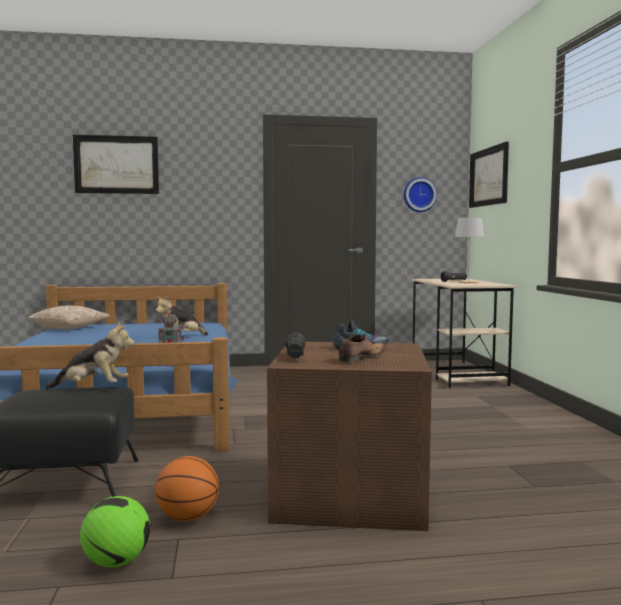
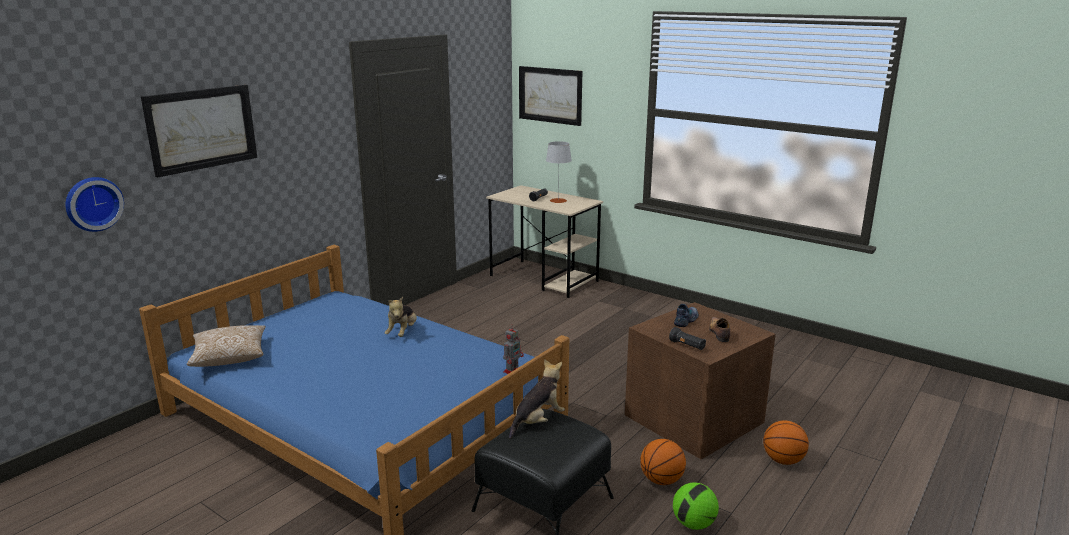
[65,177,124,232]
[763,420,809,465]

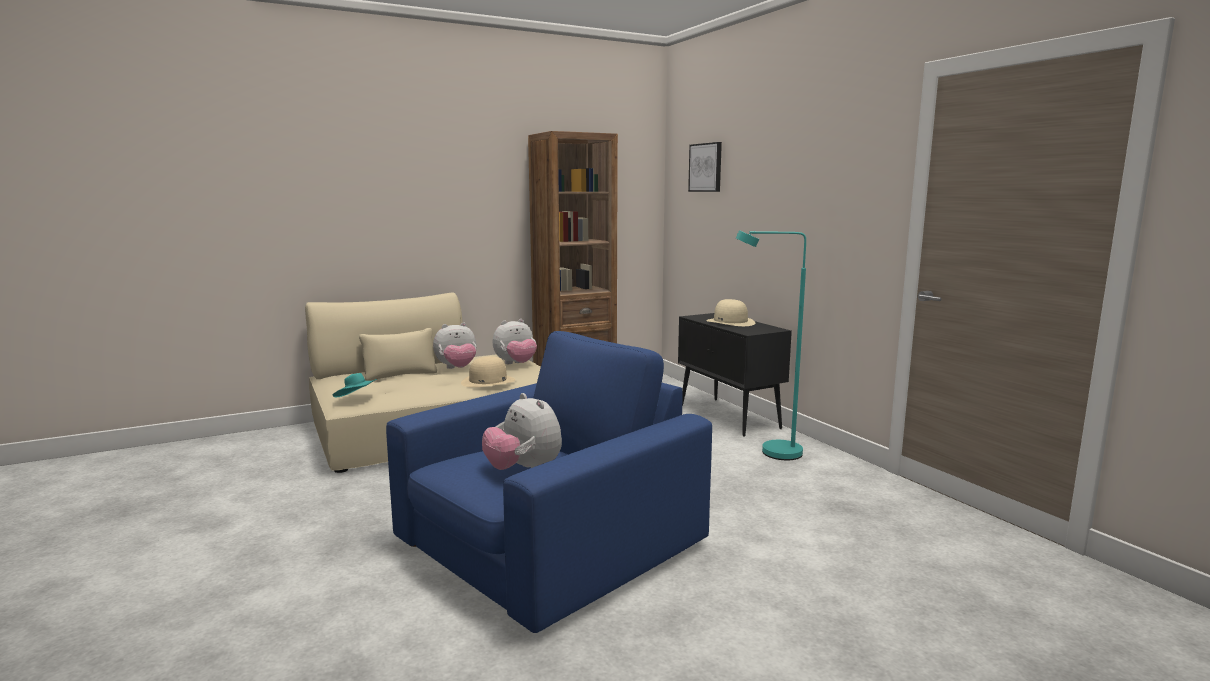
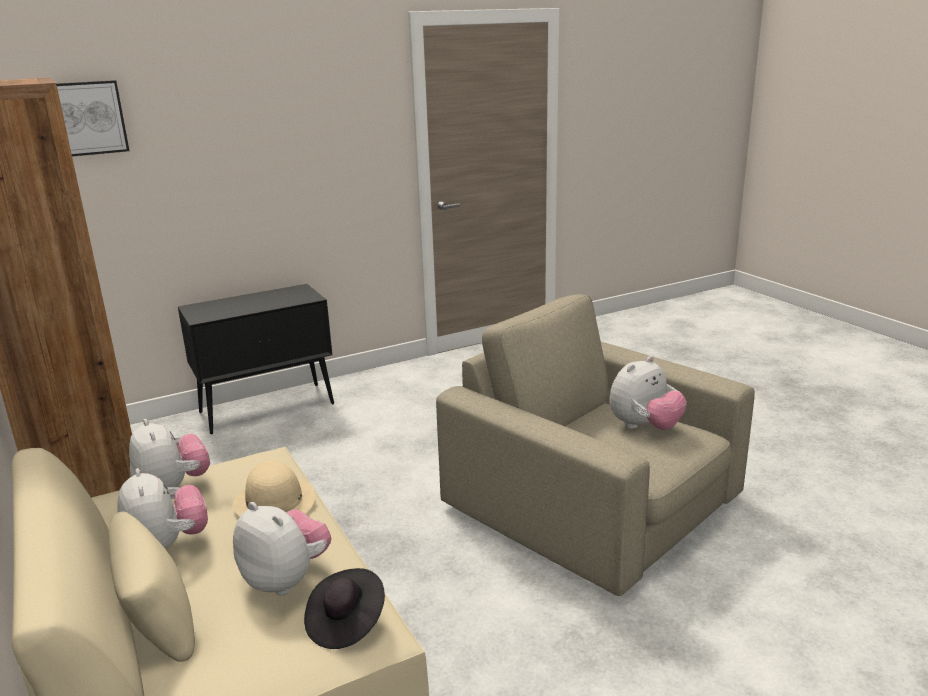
[233,502,331,595]
[304,568,385,649]
[436,294,755,596]
[706,299,755,326] (first image)
[736,230,806,460] (first image)

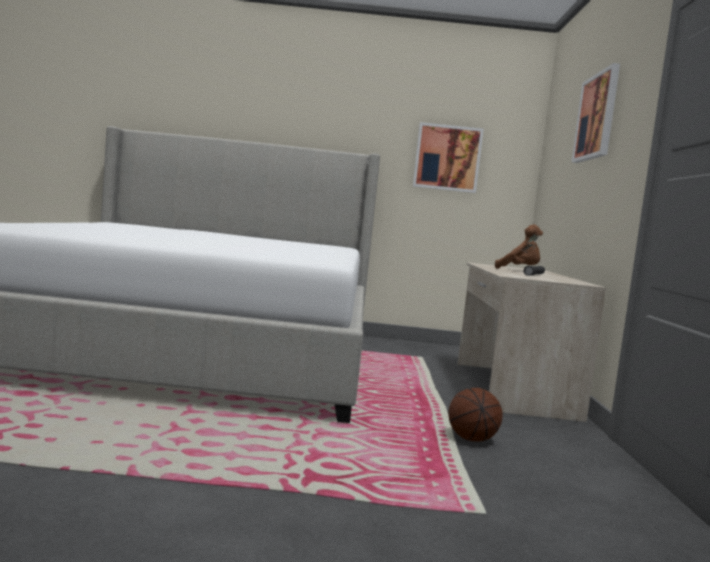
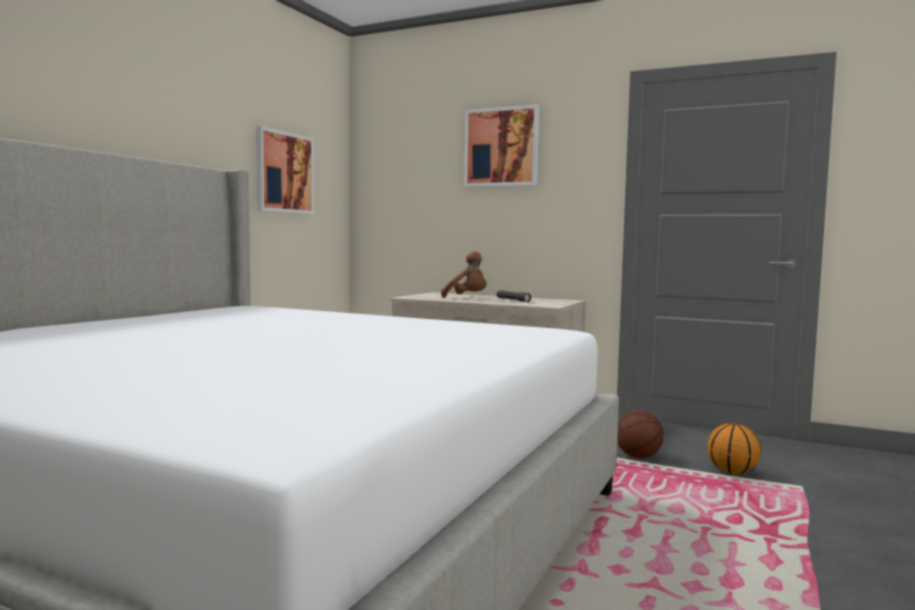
[441,251,487,298]
[707,423,761,474]

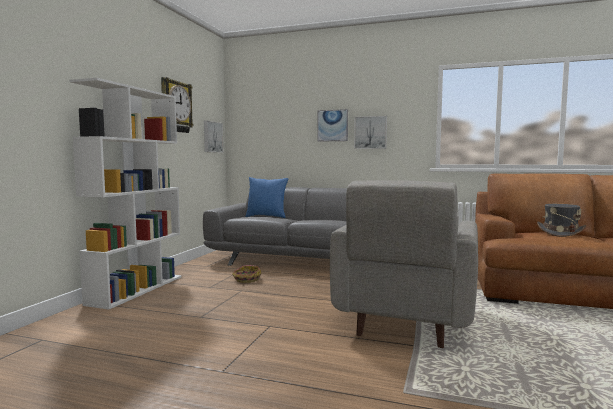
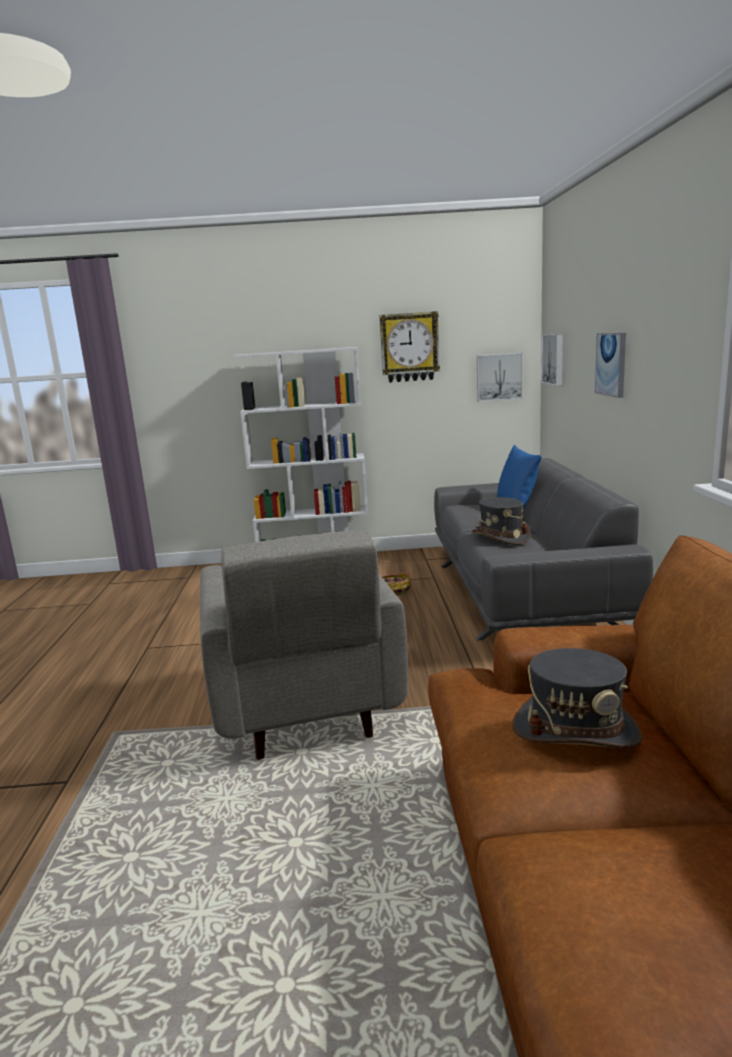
[200,530,408,760]
[472,497,531,545]
[541,334,563,386]

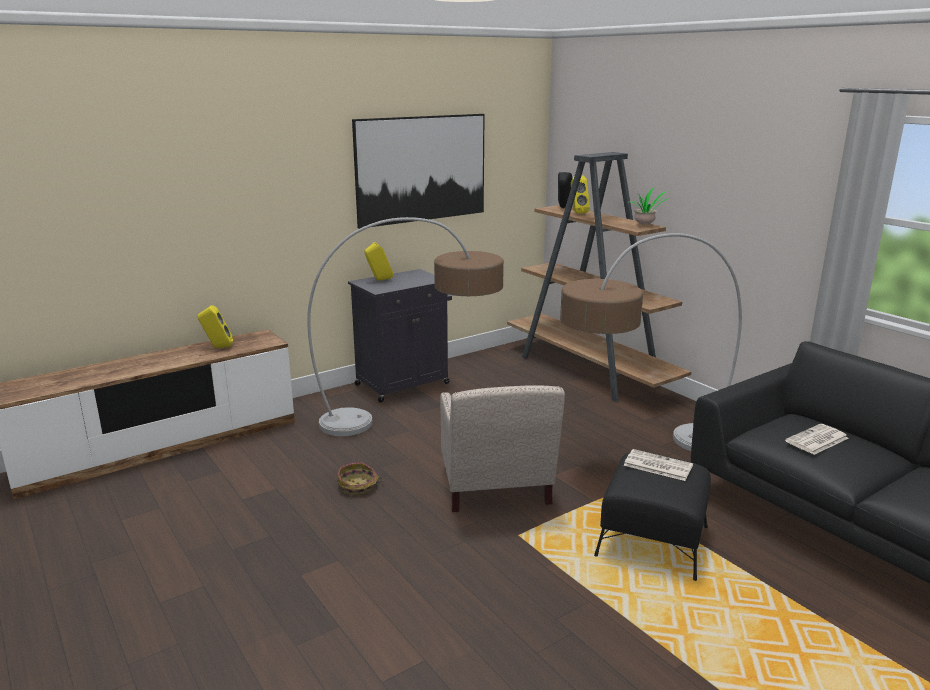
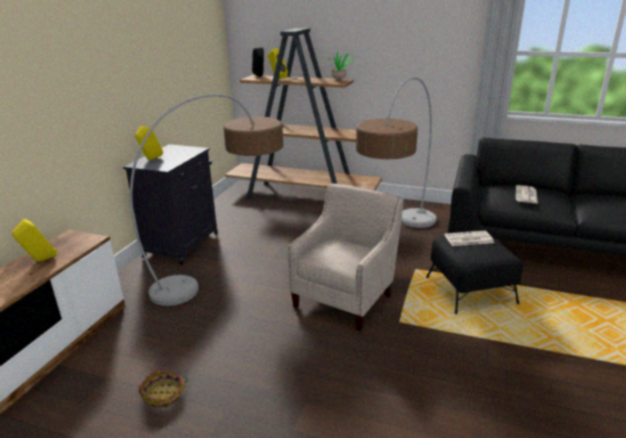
[138,370,188,409]
[287,183,404,331]
[352,114,485,229] (first image)

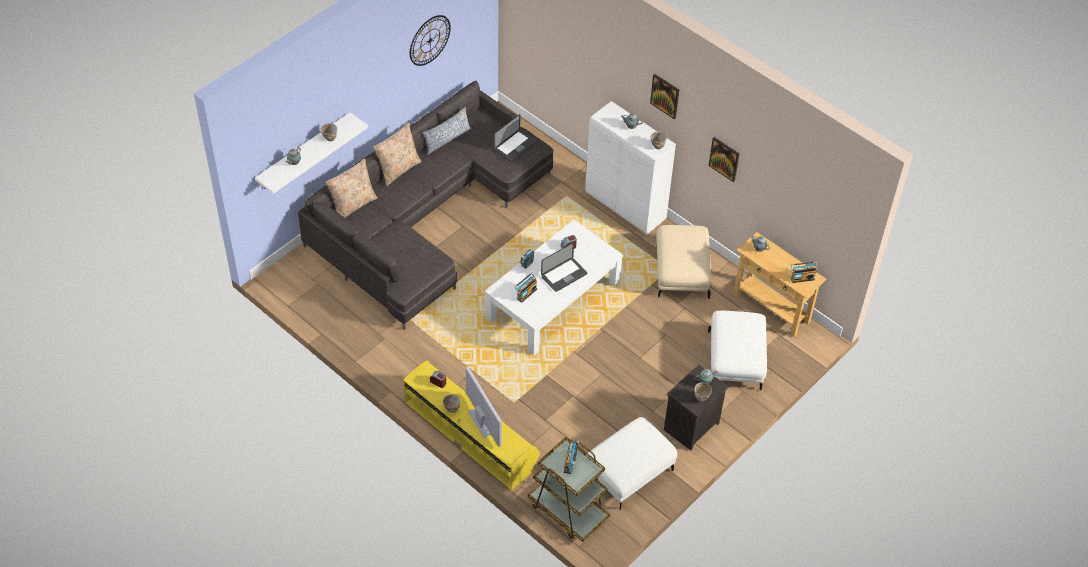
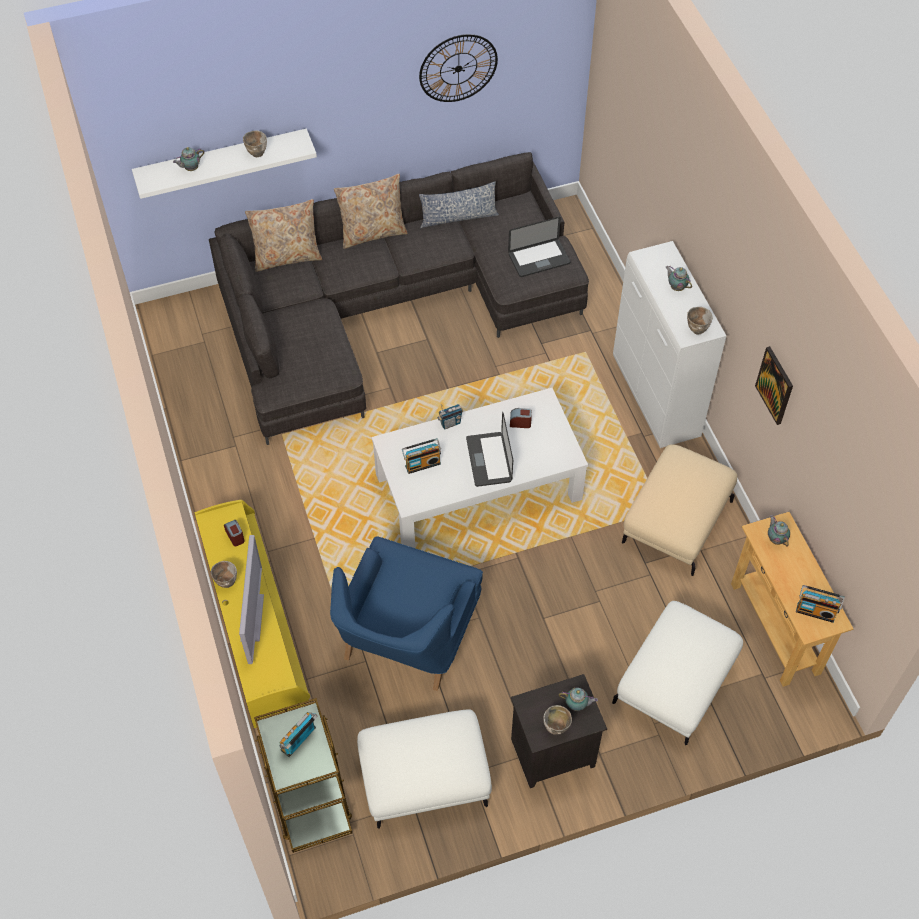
[330,536,483,691]
[466,411,513,487]
[650,74,679,119] (first image)

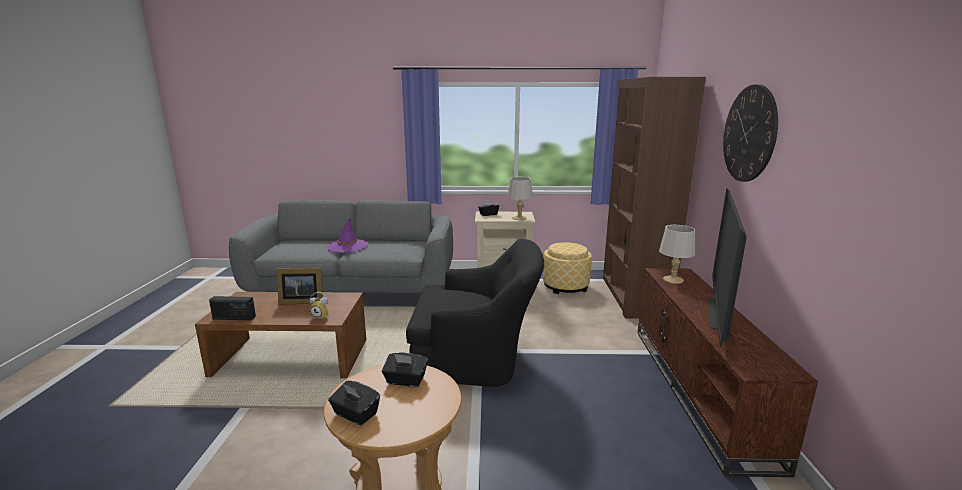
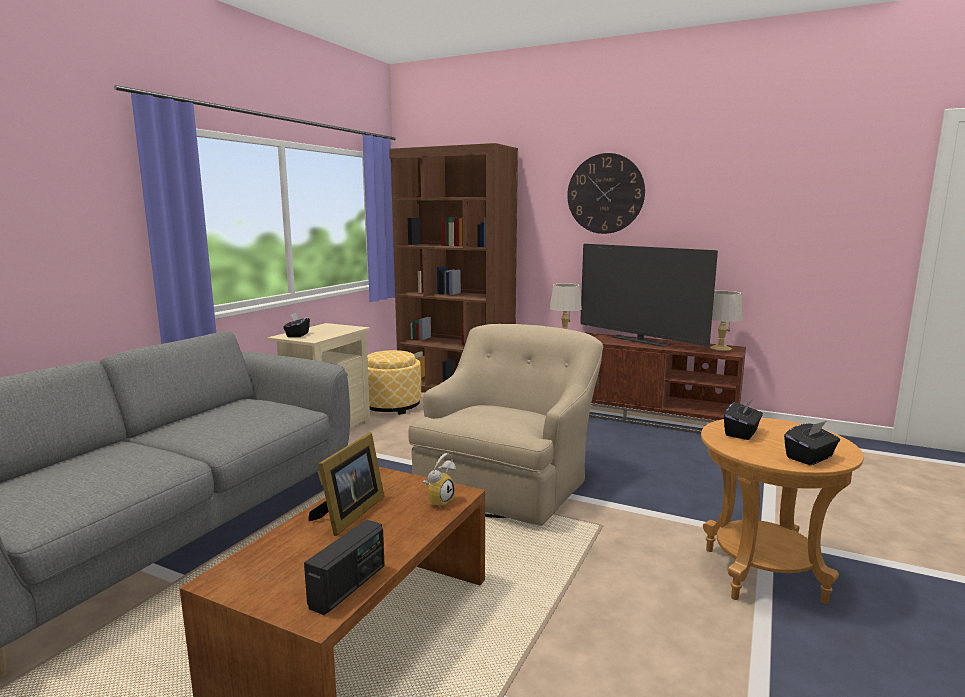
[408,324,603,526]
[710,291,743,351]
[327,219,368,253] (first image)

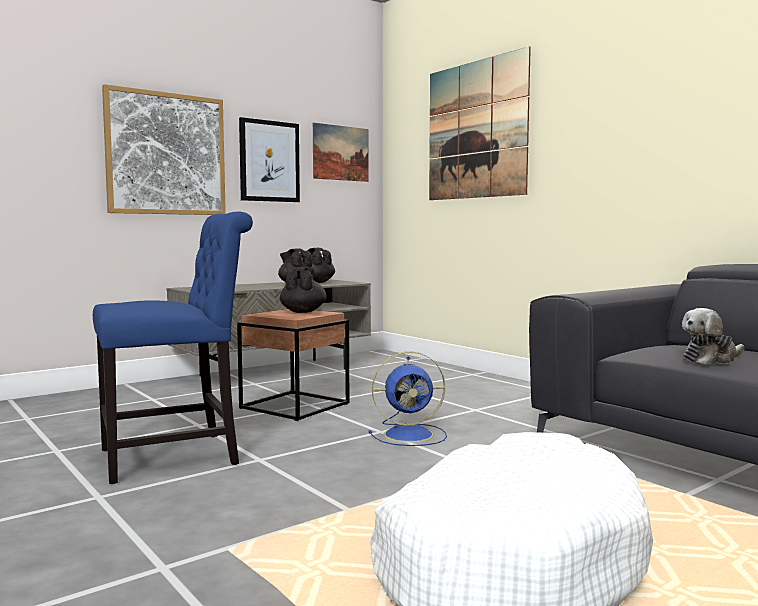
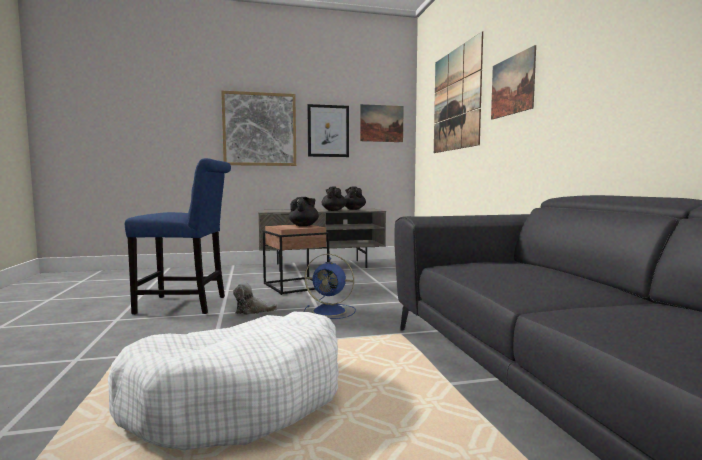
[233,282,278,315]
[491,45,536,120]

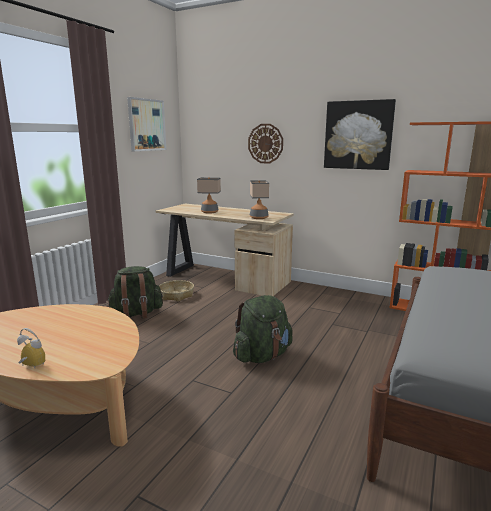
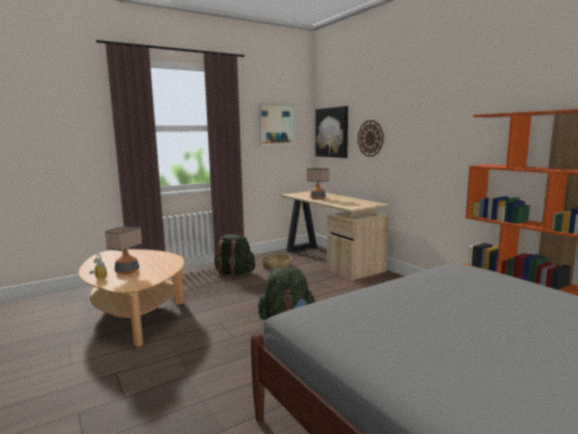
[105,226,142,274]
[315,106,348,158]

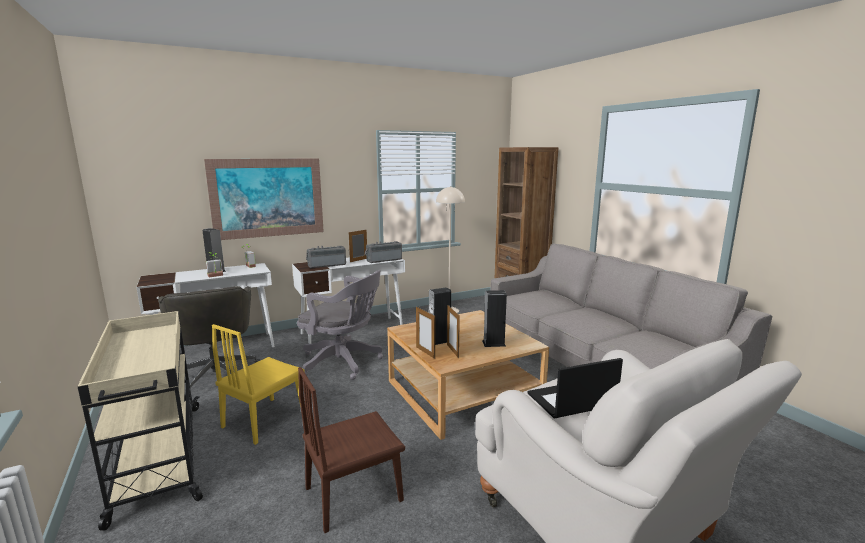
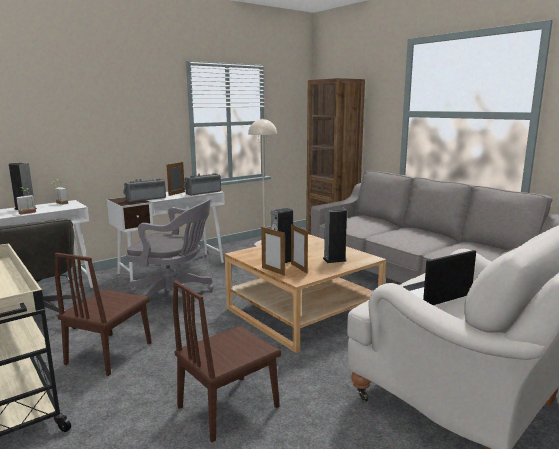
[55,253,152,376]
[204,158,324,240] (first image)

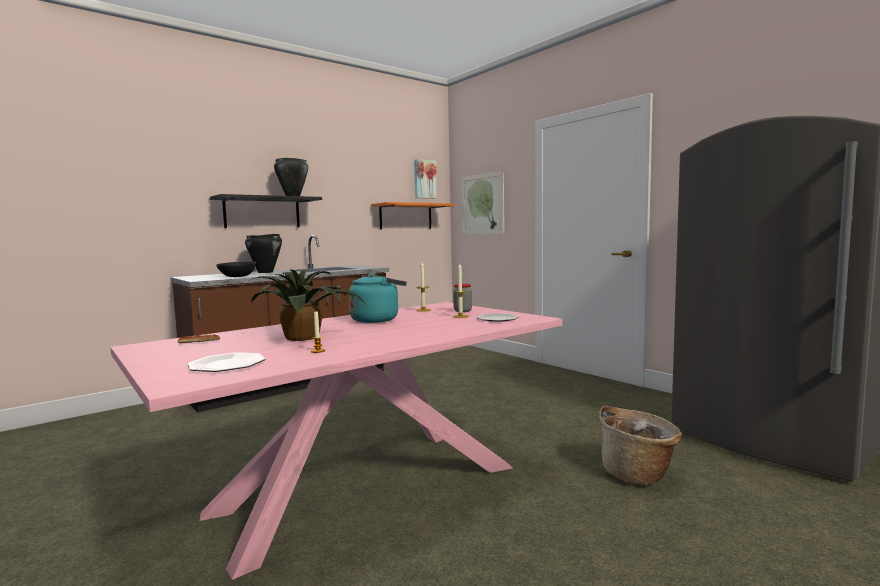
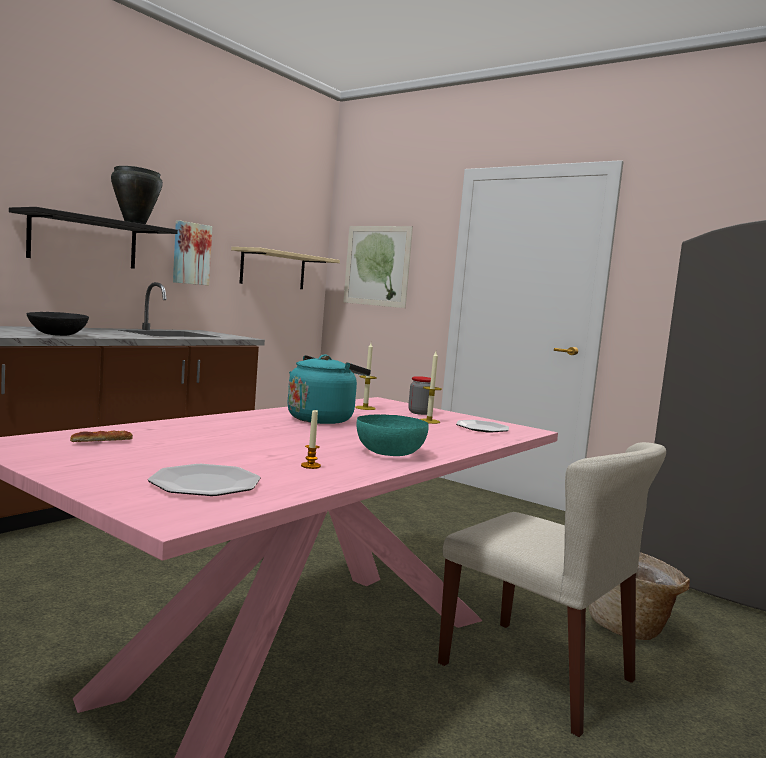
[173,220,212,285]
[231,247,340,289]
[356,415,429,456]
[438,442,666,737]
[245,234,282,273] (first image)
[248,269,367,341] (first image)

